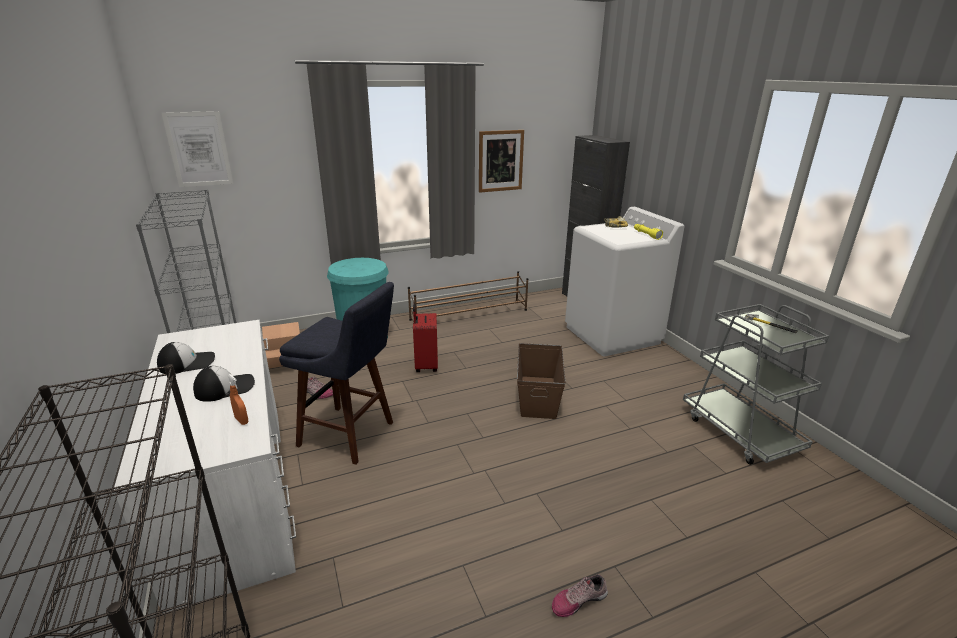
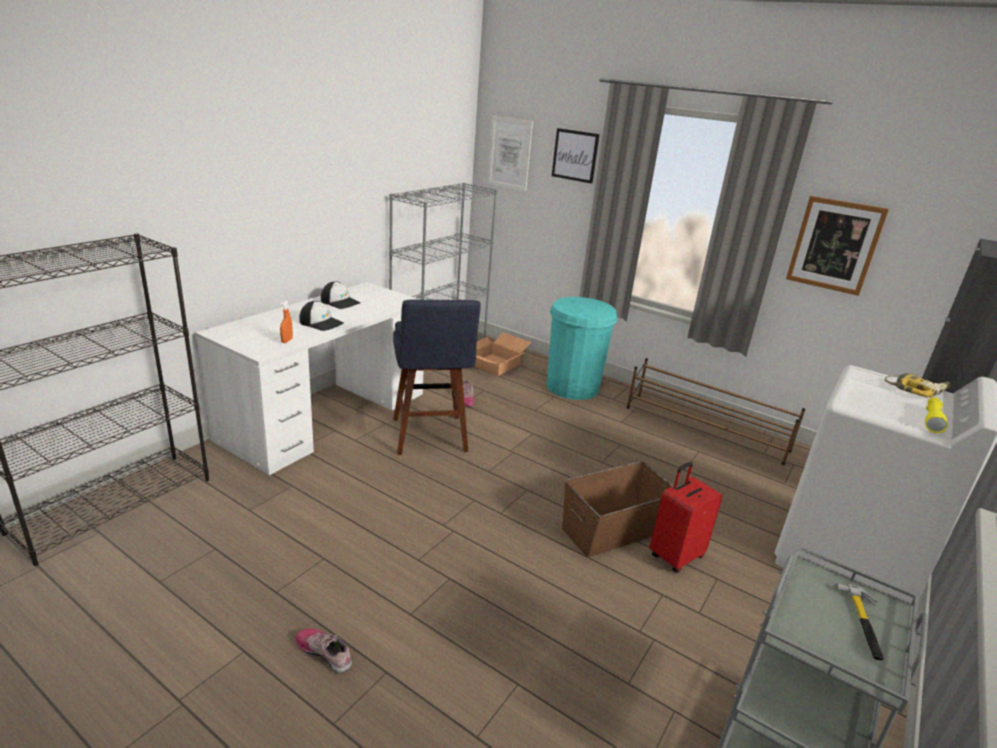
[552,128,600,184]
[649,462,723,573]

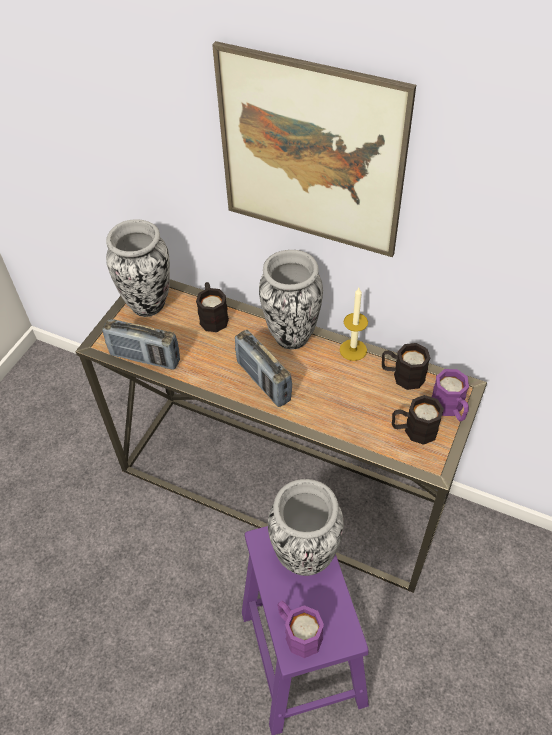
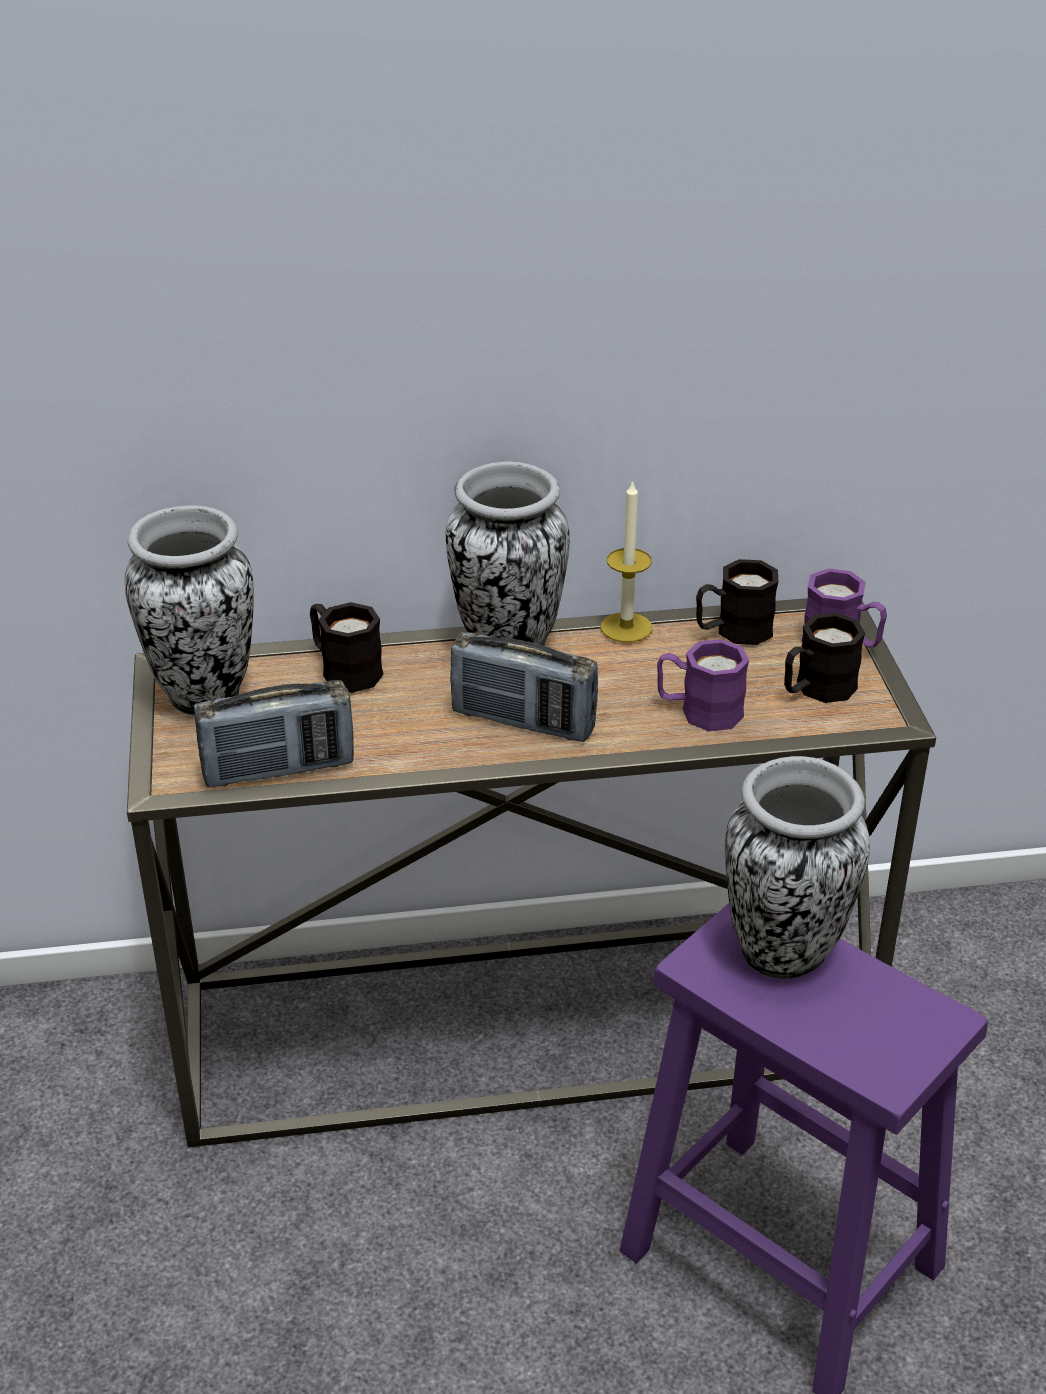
[657,639,749,731]
[212,41,416,257] (first image)

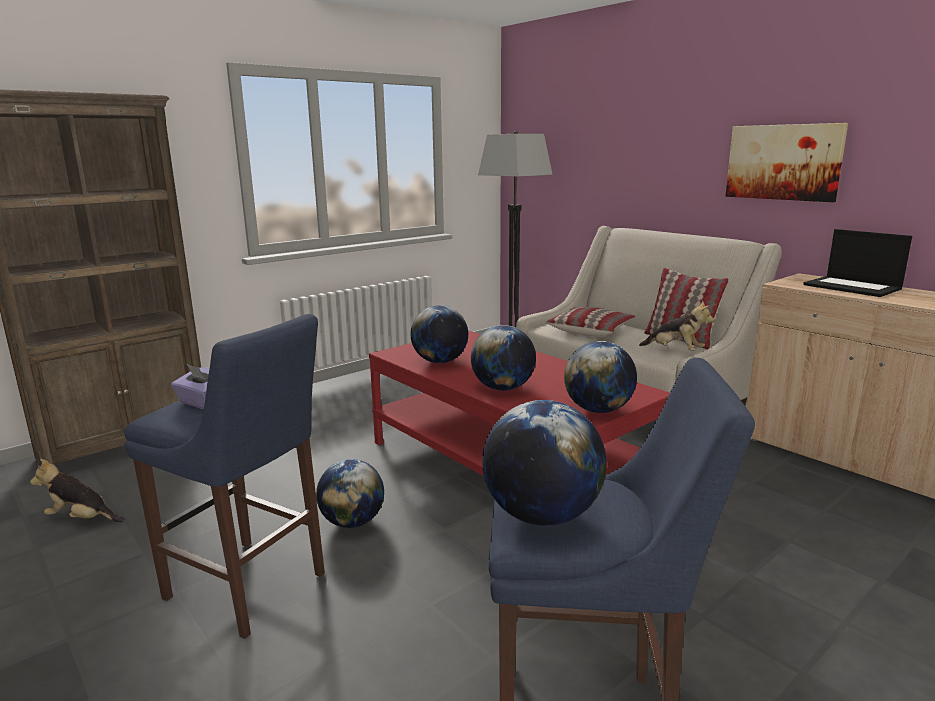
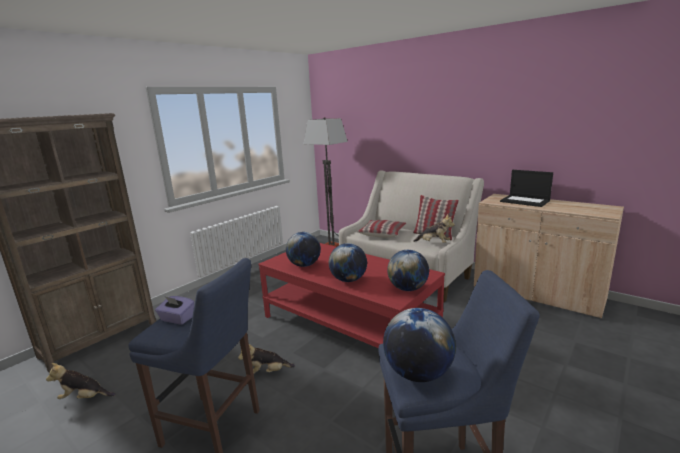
[238,344,295,373]
[725,123,848,202] (first image)

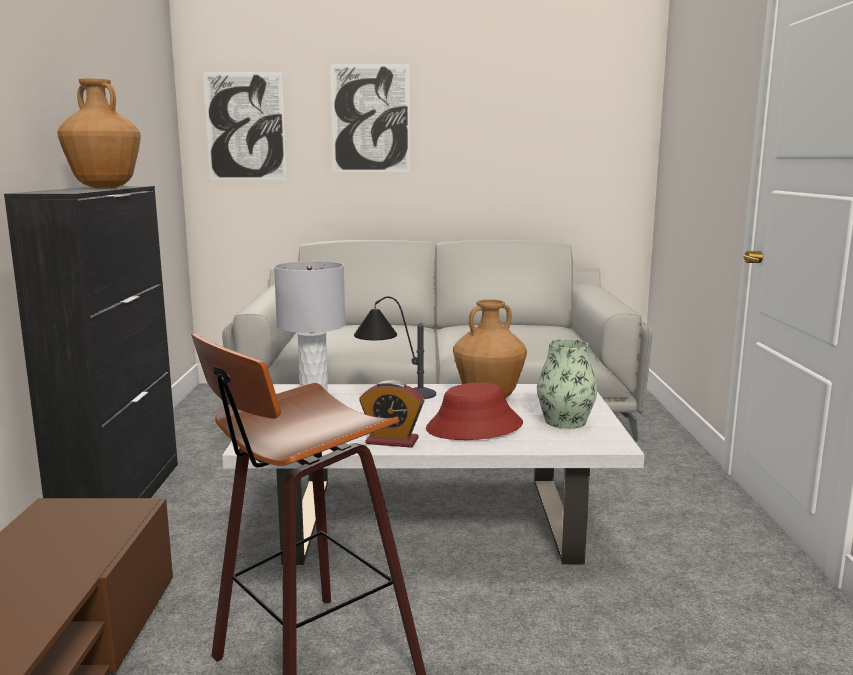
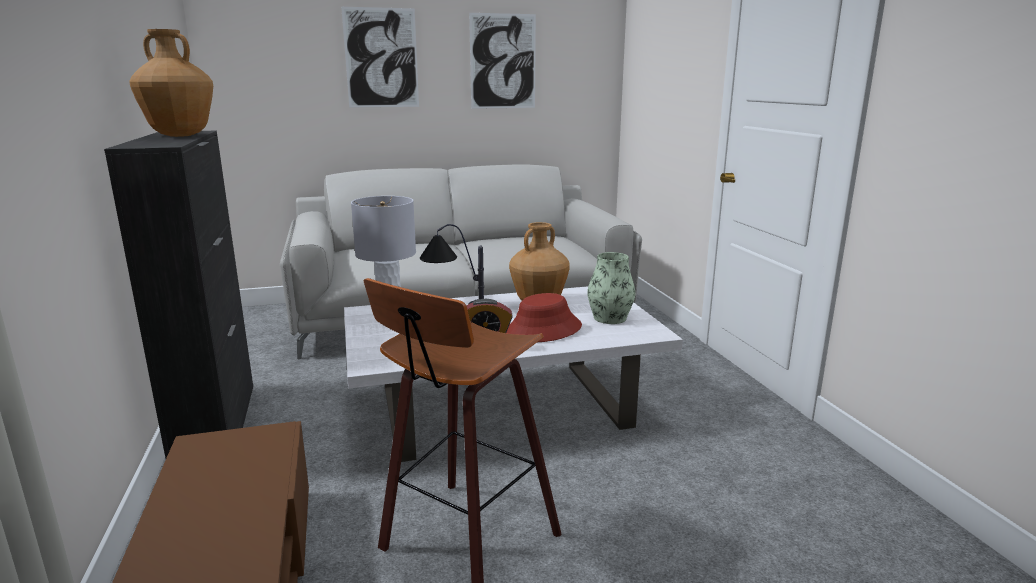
[469,13,536,109]

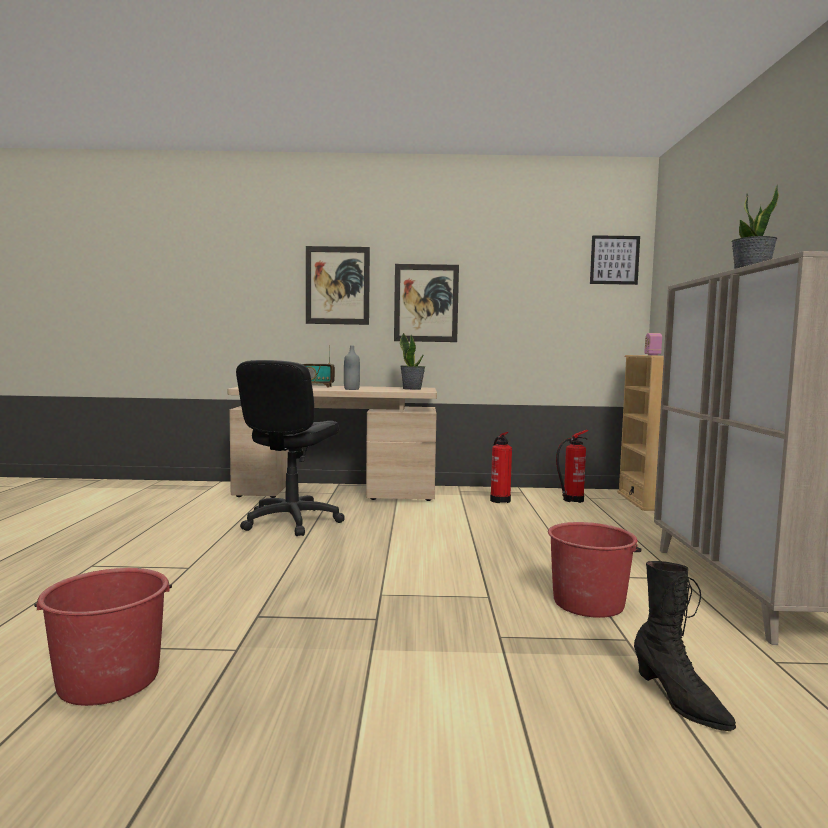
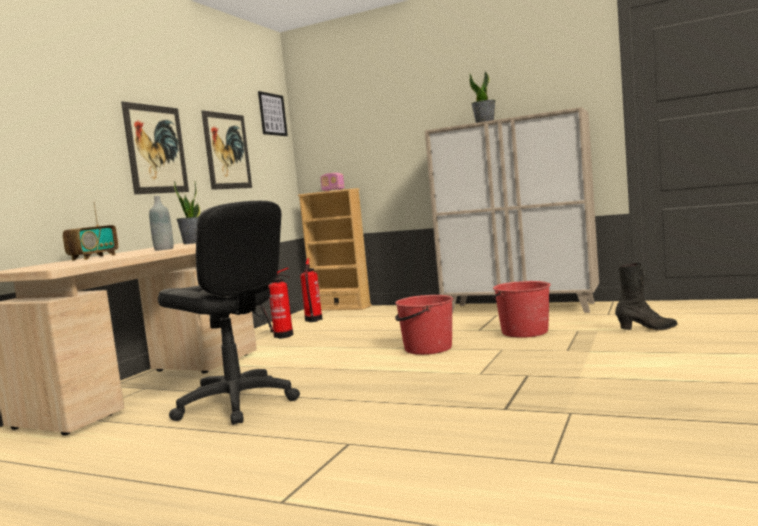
[202,110,252,190]
[395,295,453,355]

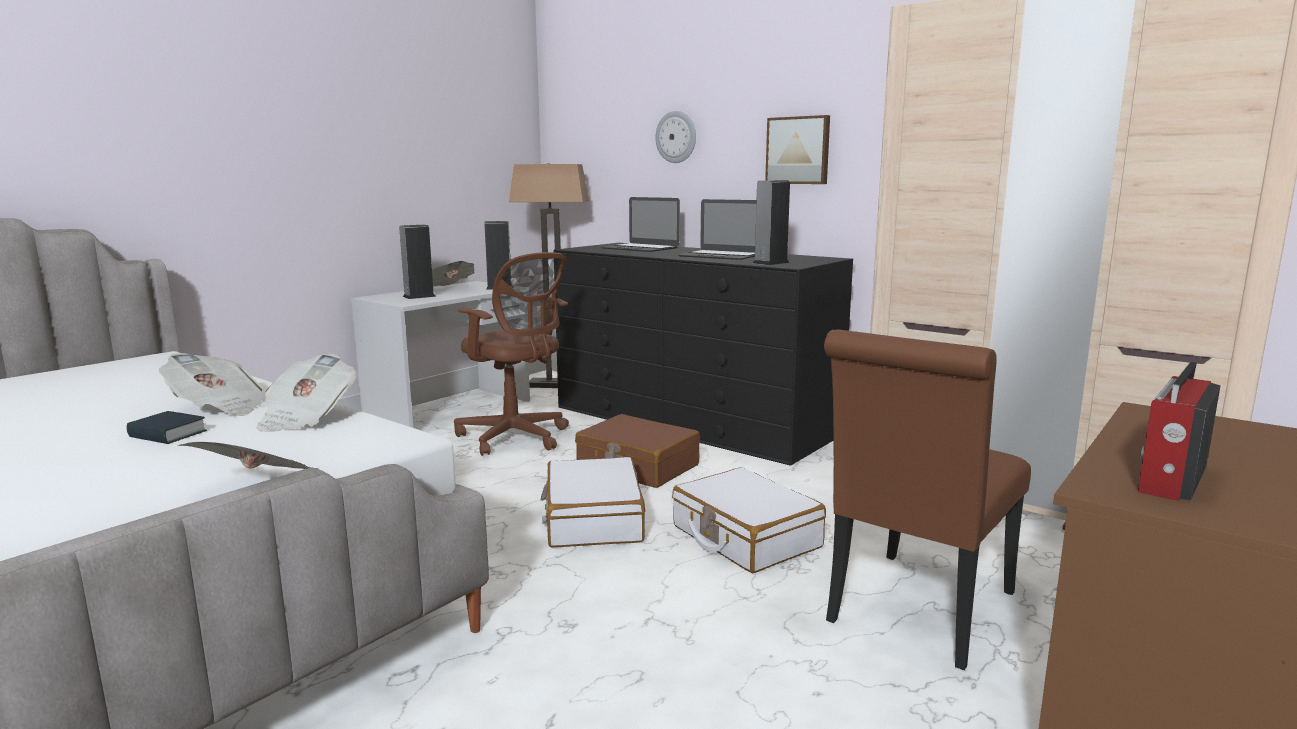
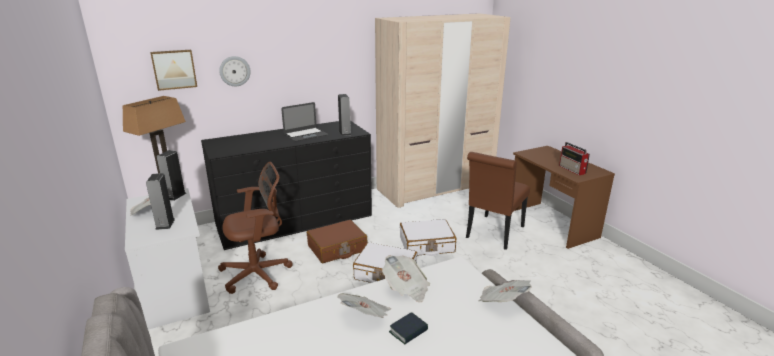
[150,50,197,91]
[466,152,530,250]
[601,197,680,252] (first image)

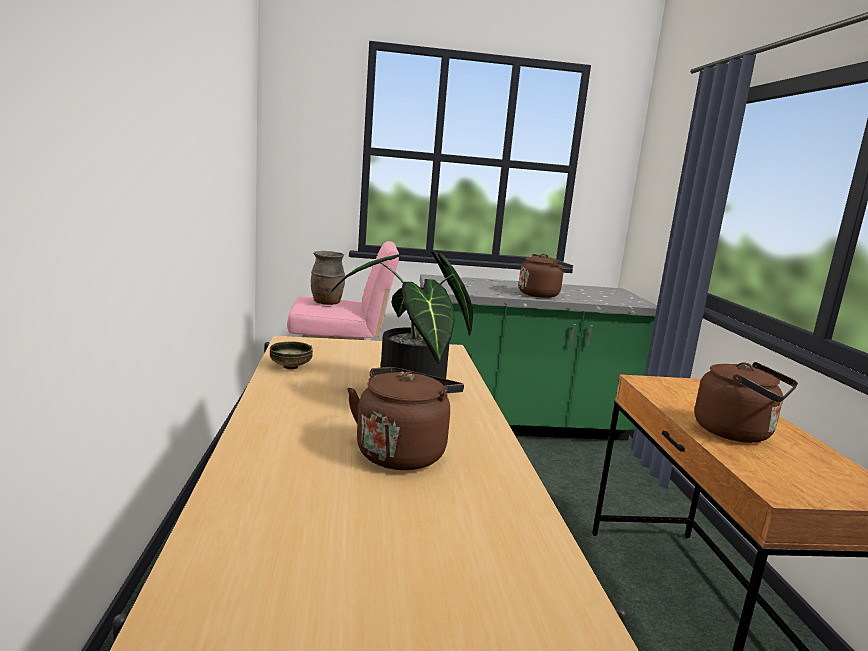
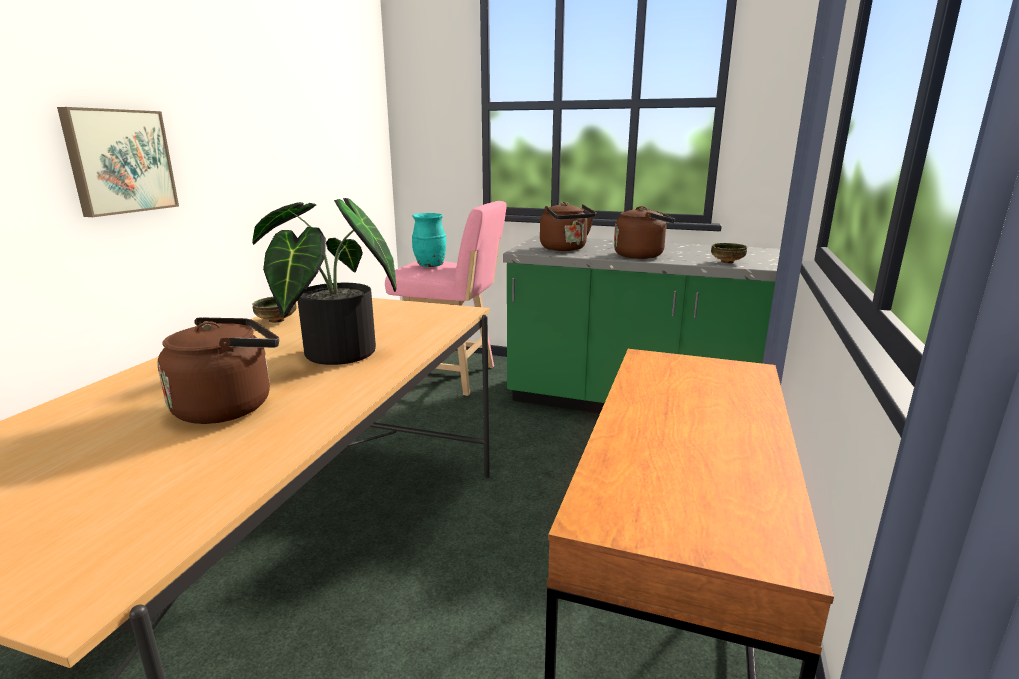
[57,107,179,217]
[412,213,446,267]
[540,202,596,251]
[711,243,747,264]

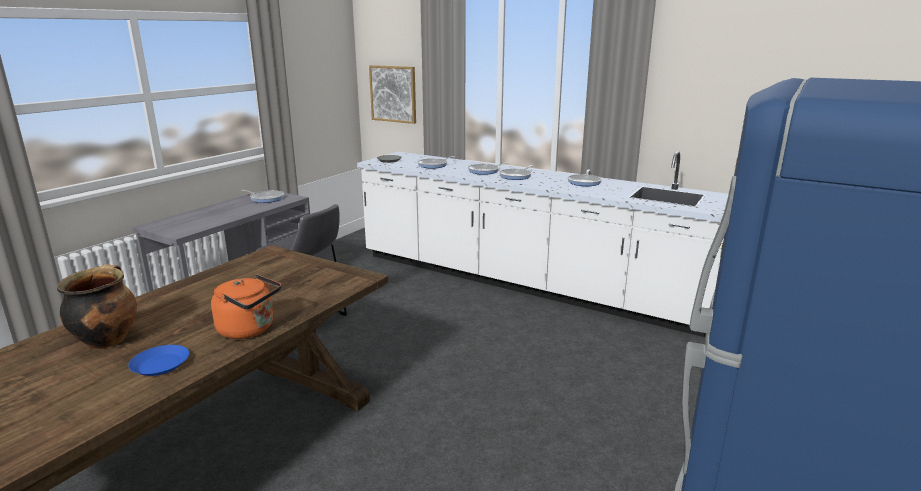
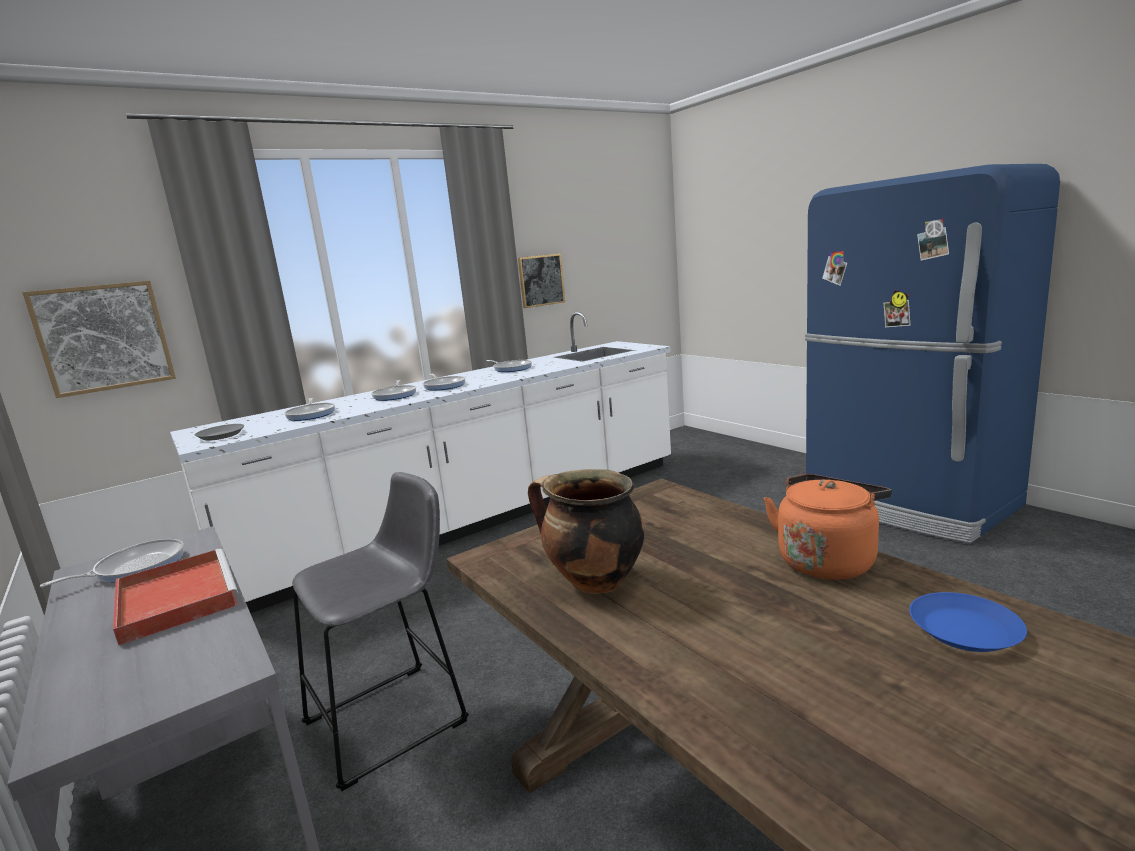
[113,549,238,646]
[518,254,565,308]
[528,469,645,594]

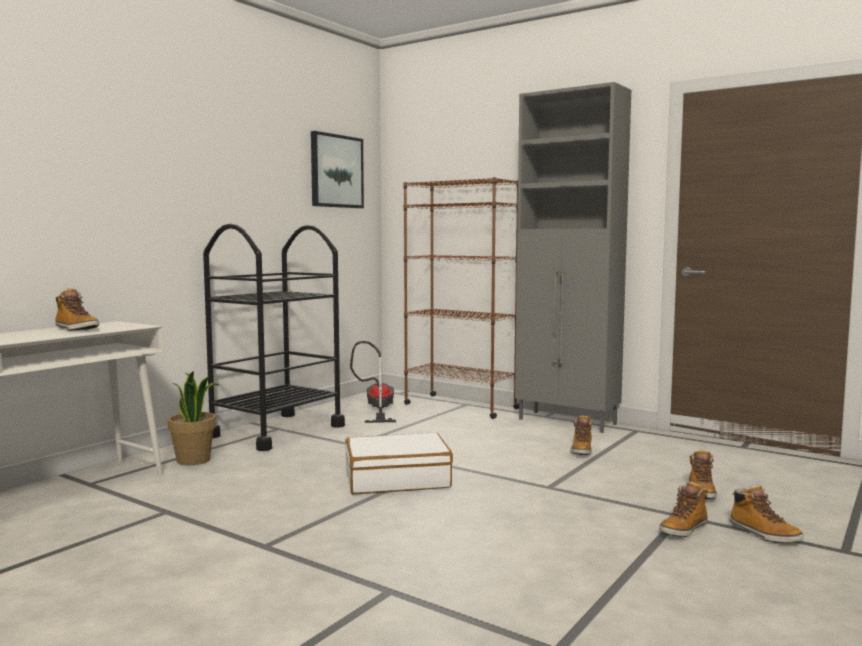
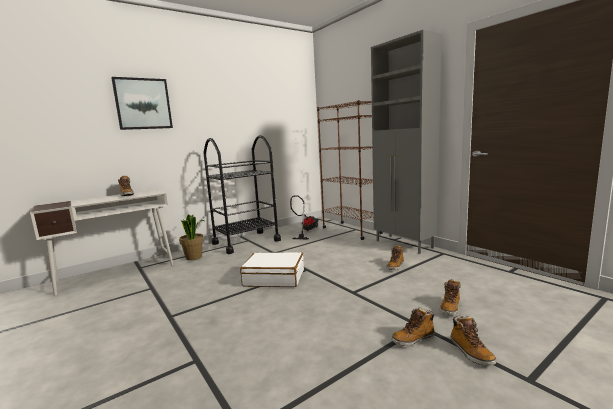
[111,77,173,130]

